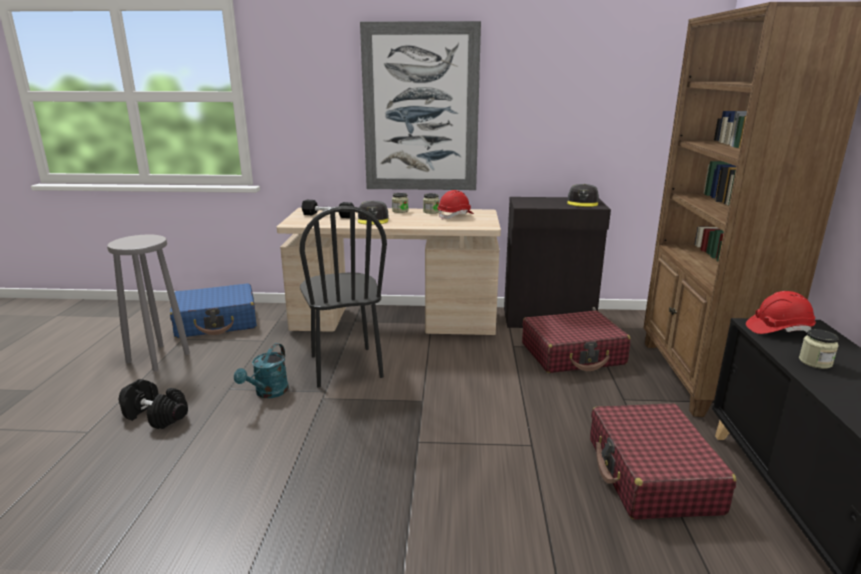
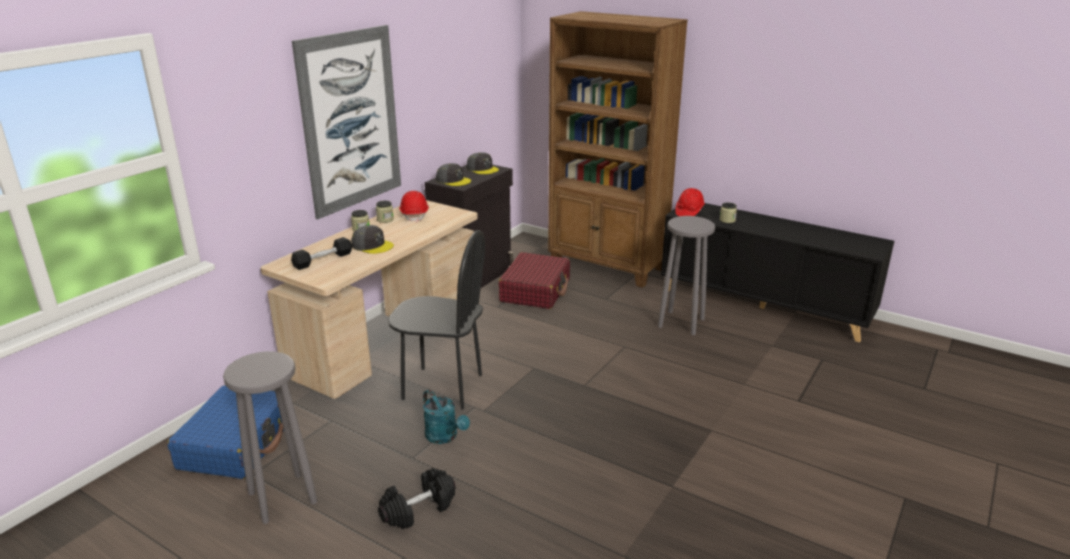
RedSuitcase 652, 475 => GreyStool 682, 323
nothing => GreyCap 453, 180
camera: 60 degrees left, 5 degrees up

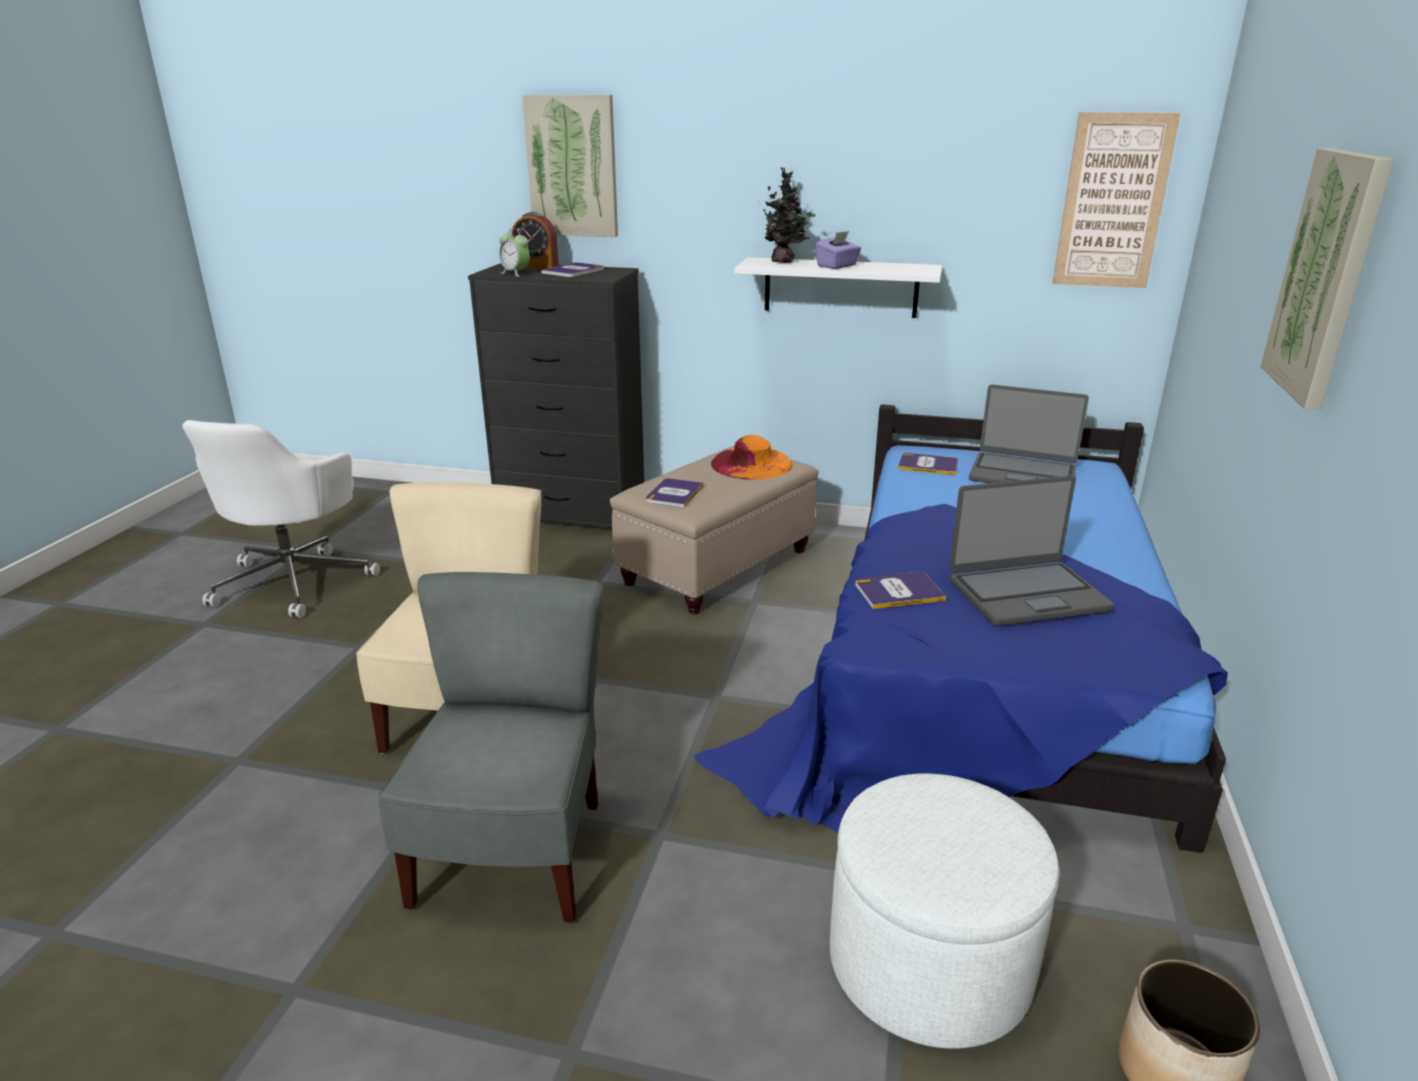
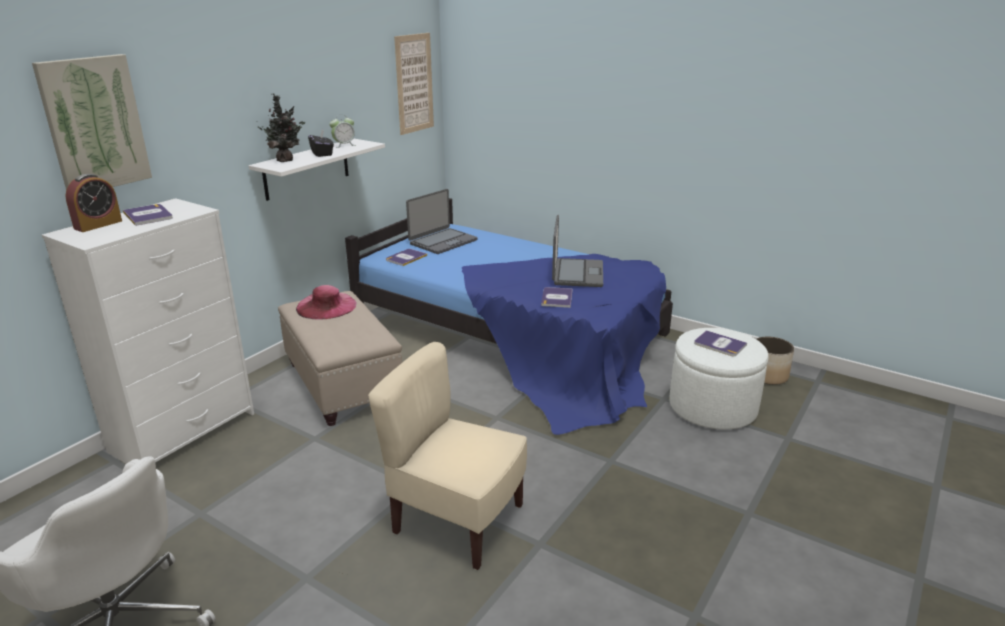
Picture 1326, 276 => nothing
AlarmClock 515, 273 => AlarmClock 344, 145, move
PurpleTissueBox 837, 266 => BlackTissueBox 322, 154
BlackDresser 573, 516 => WhiteDresser 185, 431
OrangeHat 751, 464 => PinkHat 326, 306
Book 674, 494 => Book 719, 344, move
GreyChair 513, 854 => nothing
camera: 70 degrees left, 0 degrees up

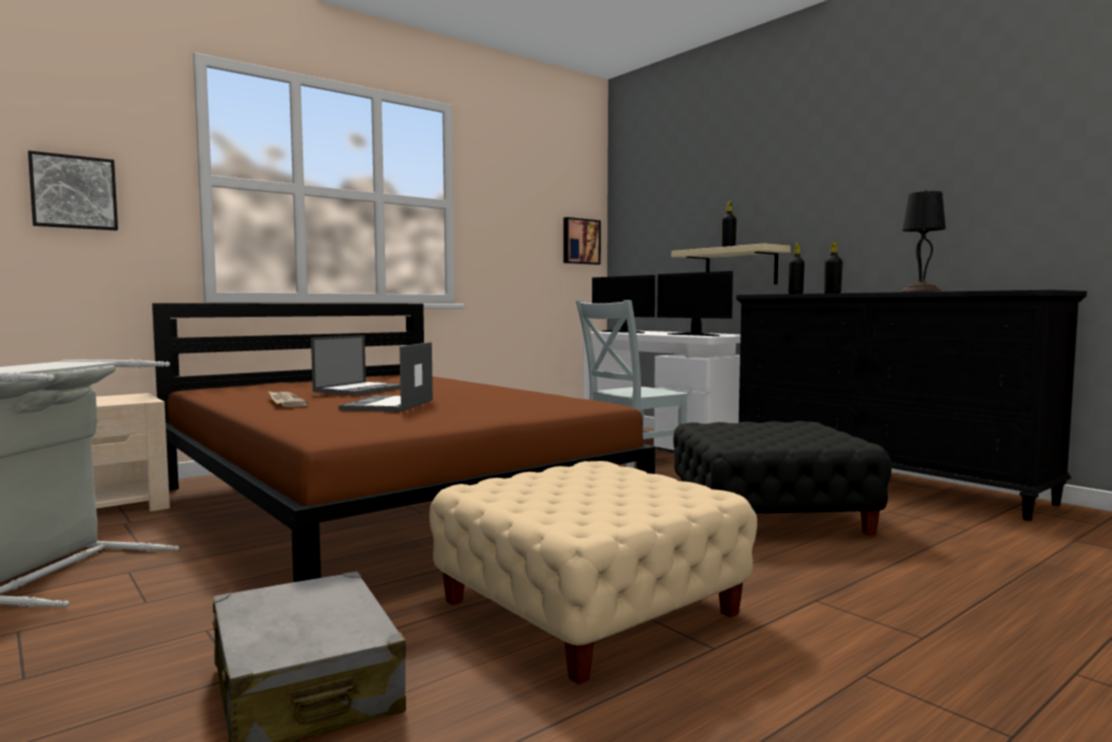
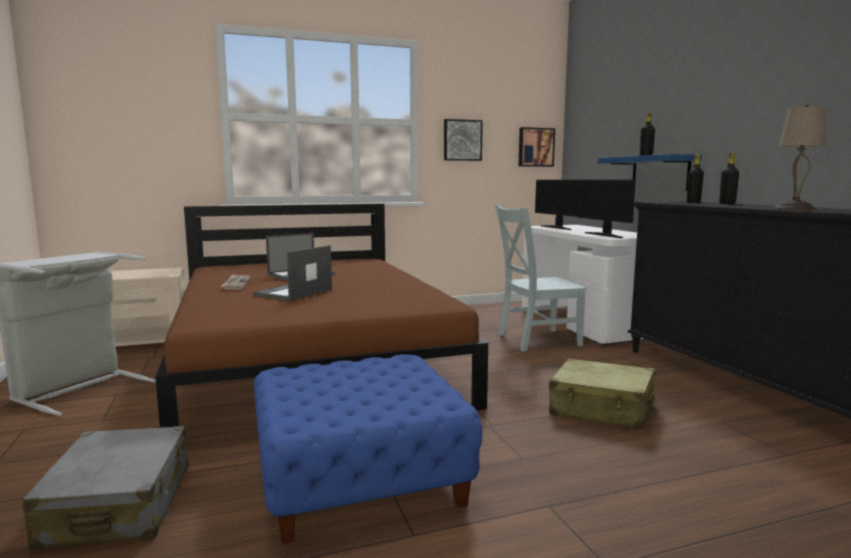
Picture 73, 192 => Picture 462, 140, move
BlackTableLamp 920, 291 => BeigeTableLamp 794, 209
BeigeShelf 740, 267 => BlueShelf 660, 173
BlackOttoman 770, 514 => BeigeSuitcase 602, 409
BeigeOttoman 589, 607 => BlueOttoman 359, 476
camera: 20 degrees right, 5 degrees up

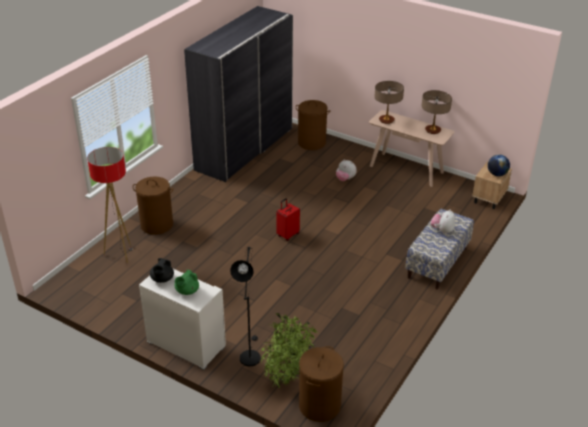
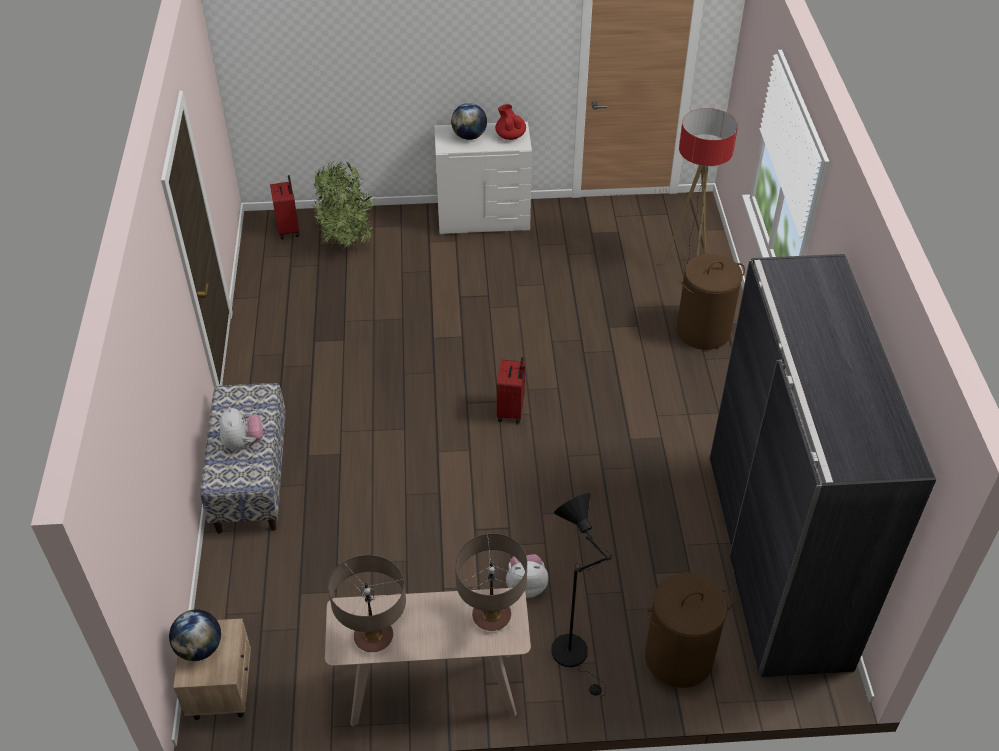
BlackFloorLamp 249, 355 => BlackFloorLamp 574, 656, move
BlackTeapot 162, 279 => RedTeapot 510, 135
GreenTeapot 187, 291 => Globe 469, 136
BrownLaundryBasket 319, 405 => RedSuitcase 289, 229
camera: 145 degrees right, 10 degrees up

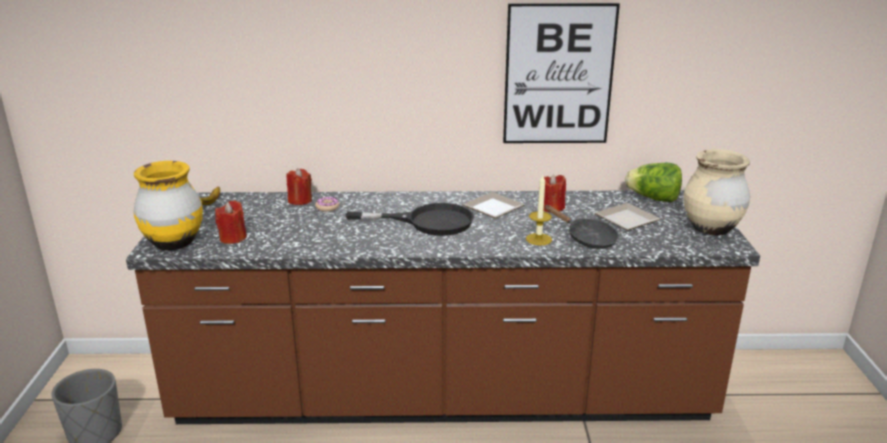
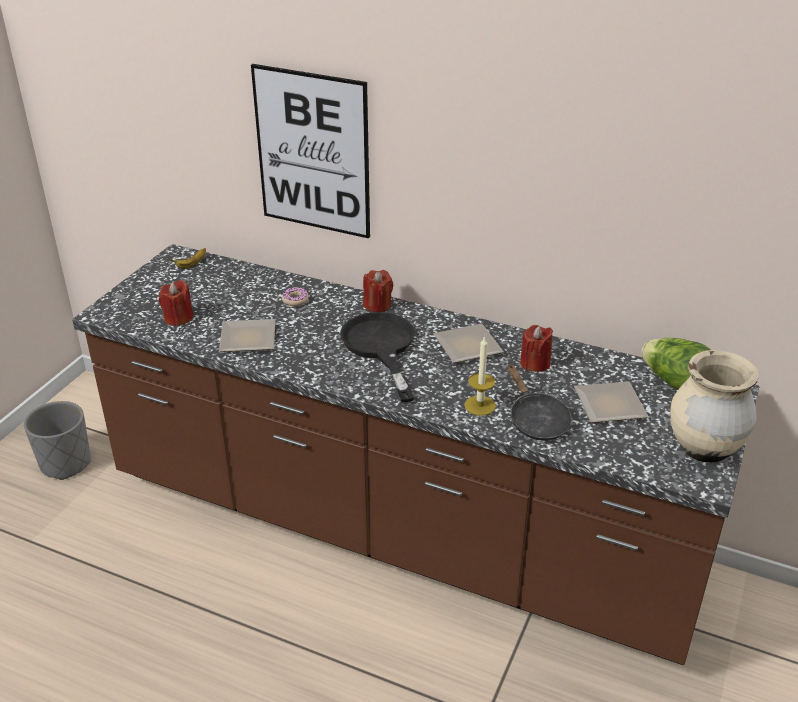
Picture 558, 75 => Picture 313, 152, move
YellowVase 174, 243 => nothing
RedCandle 300, 200 => RedCandle 377, 305, move
BlackFryingPan 428, 222 => BlackFryingPan 381, 347, 135 degrees counterclockwise
nothing => Plate 246, 340
camera: 25 degrees right, 10 degrees up

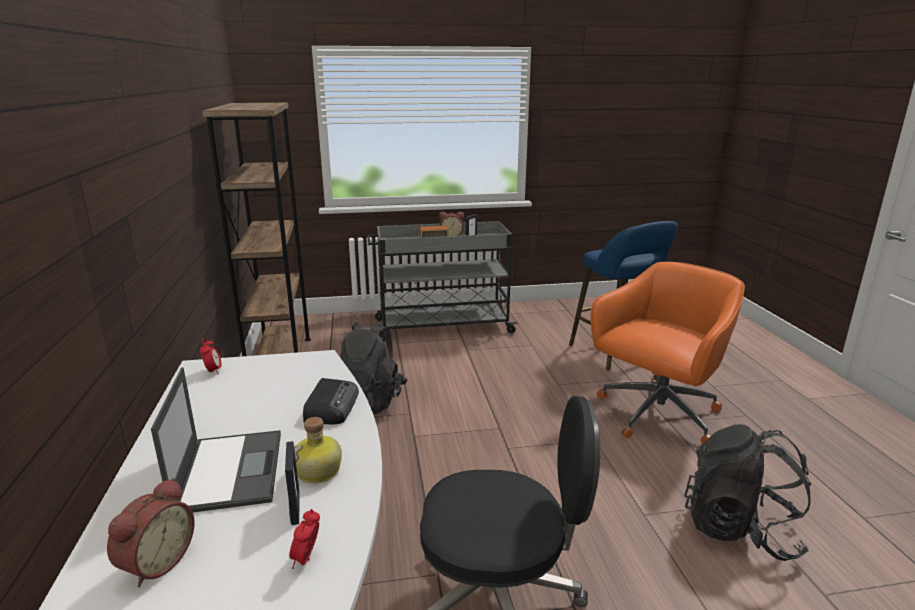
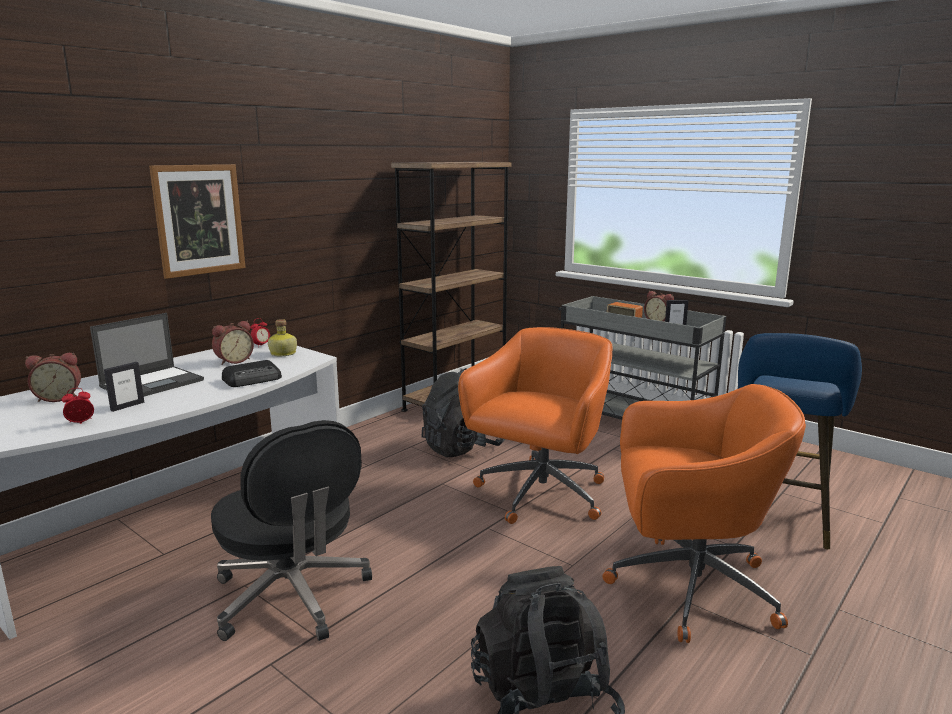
Bottle 320, 471 => Bottle 283, 353, move
nothing => Picture 199, 220
nothing => AlarmClock 233, 361
nothing => OrangeOfficeChair 539, 495
camera: 50 degrees right, 5 degrees down

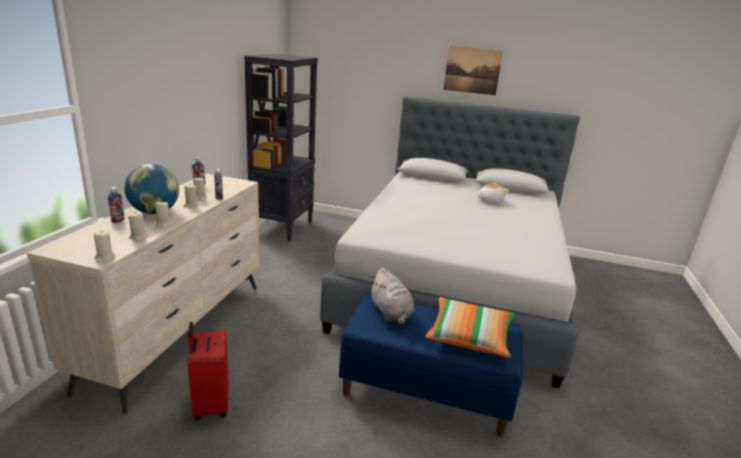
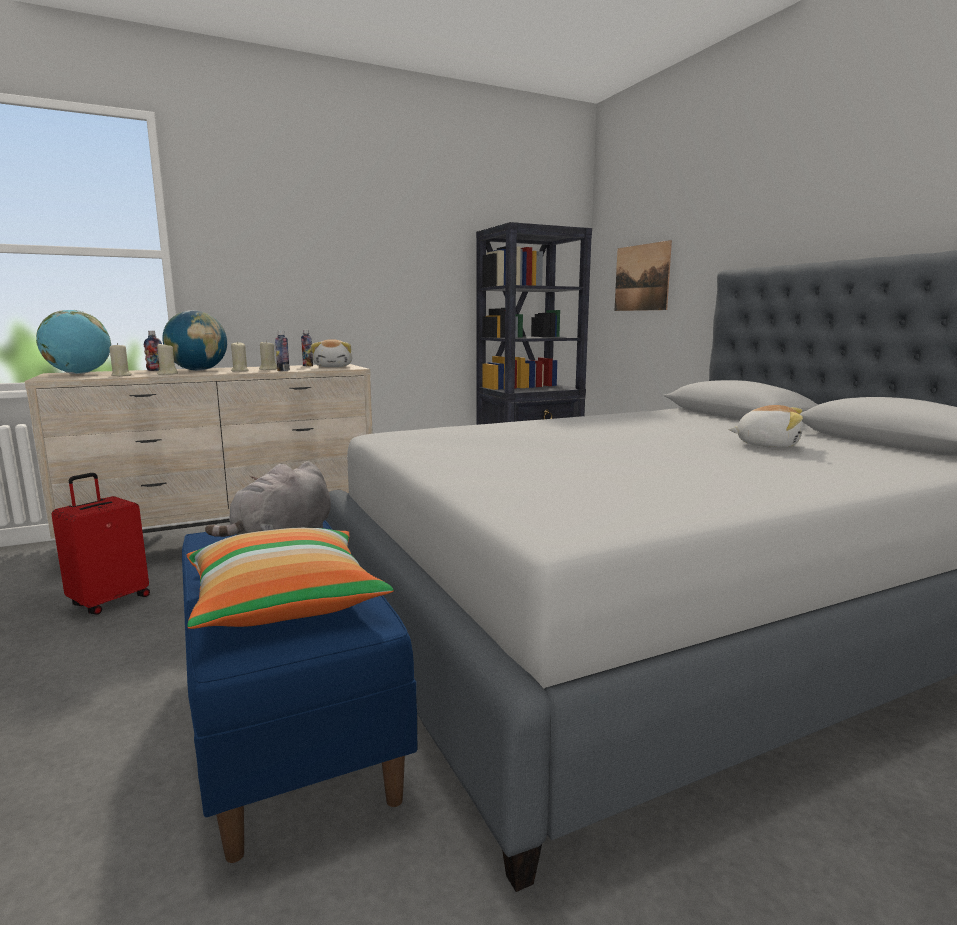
Picture 472, 70 => Picture 641, 277, move
BeigeCandle 105, 258 => nothing
nothing => Globe 79, 374
nothing => PlushToy 334, 367
camera: 50 degrees right, 10 degrees down

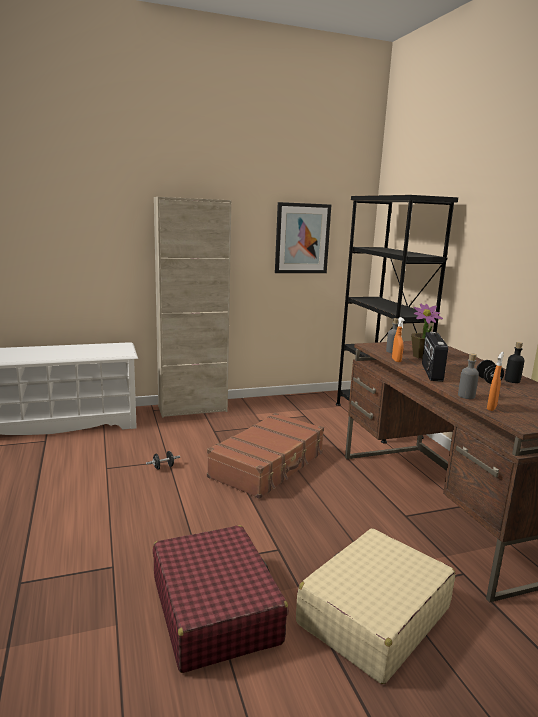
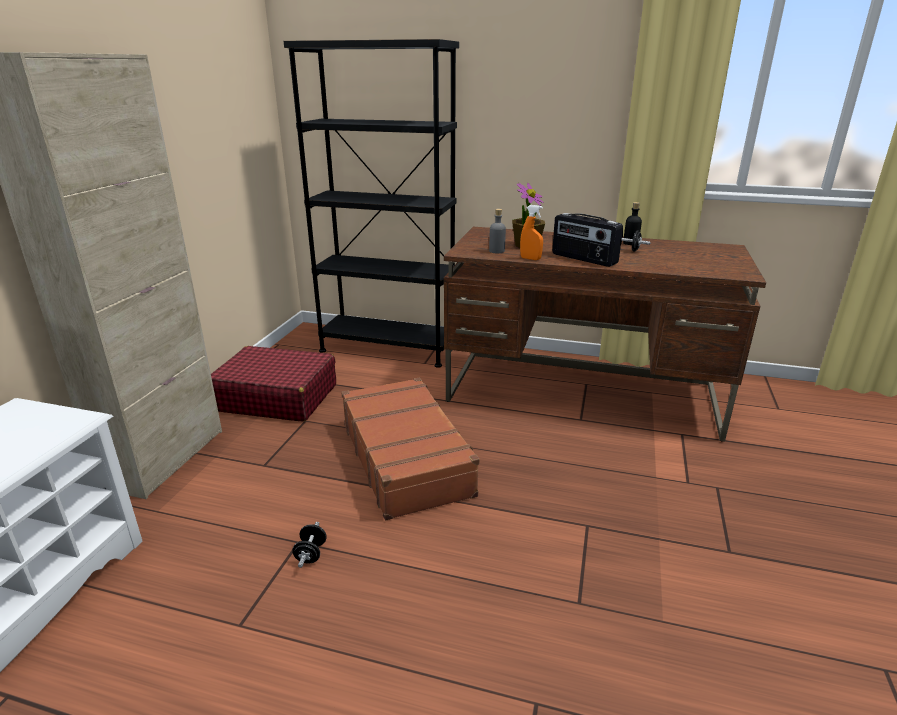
Picture 302, 238 => nothing
OrangeSprayBottle 491, 408 => nothing
GreyBottle 466, 396 => nothing
RedSuitcase 215, 609 => RedSuitcase 276, 397, move
BeigeSuitcase 373, 616 => nothing
camera: 55 degrees left, 10 degrees up

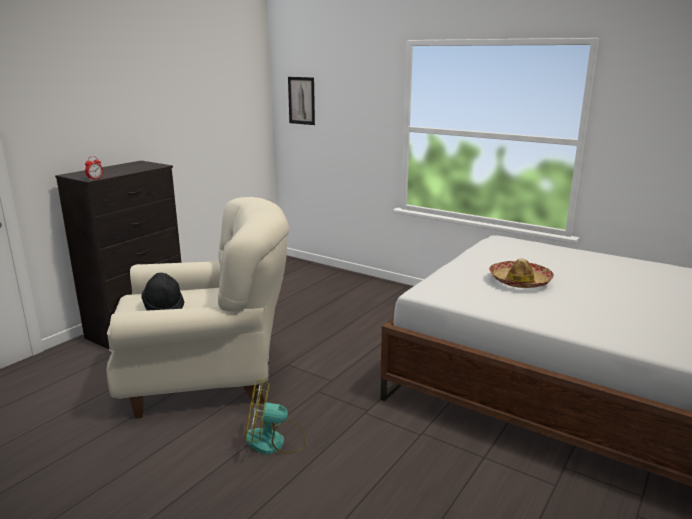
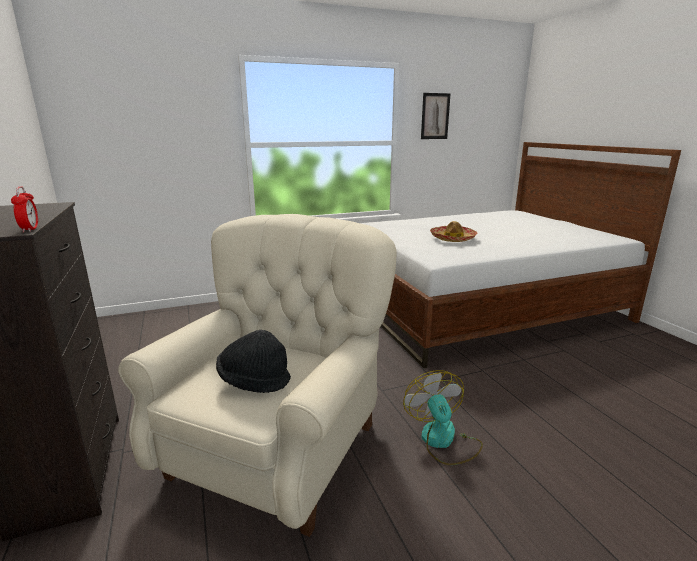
Picture 301, 100 => Picture 435, 116, move
Fan 274, 441 => Fan 443, 441, 135 degrees clockwise
camera: 55 degrees left, 0 degrees up

